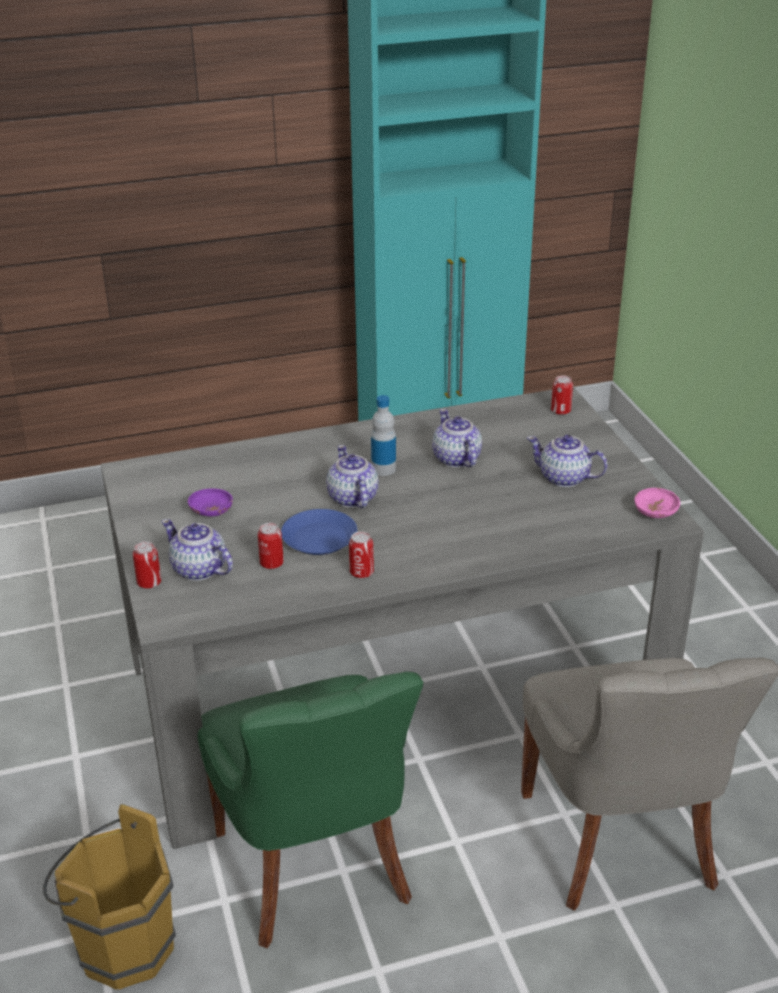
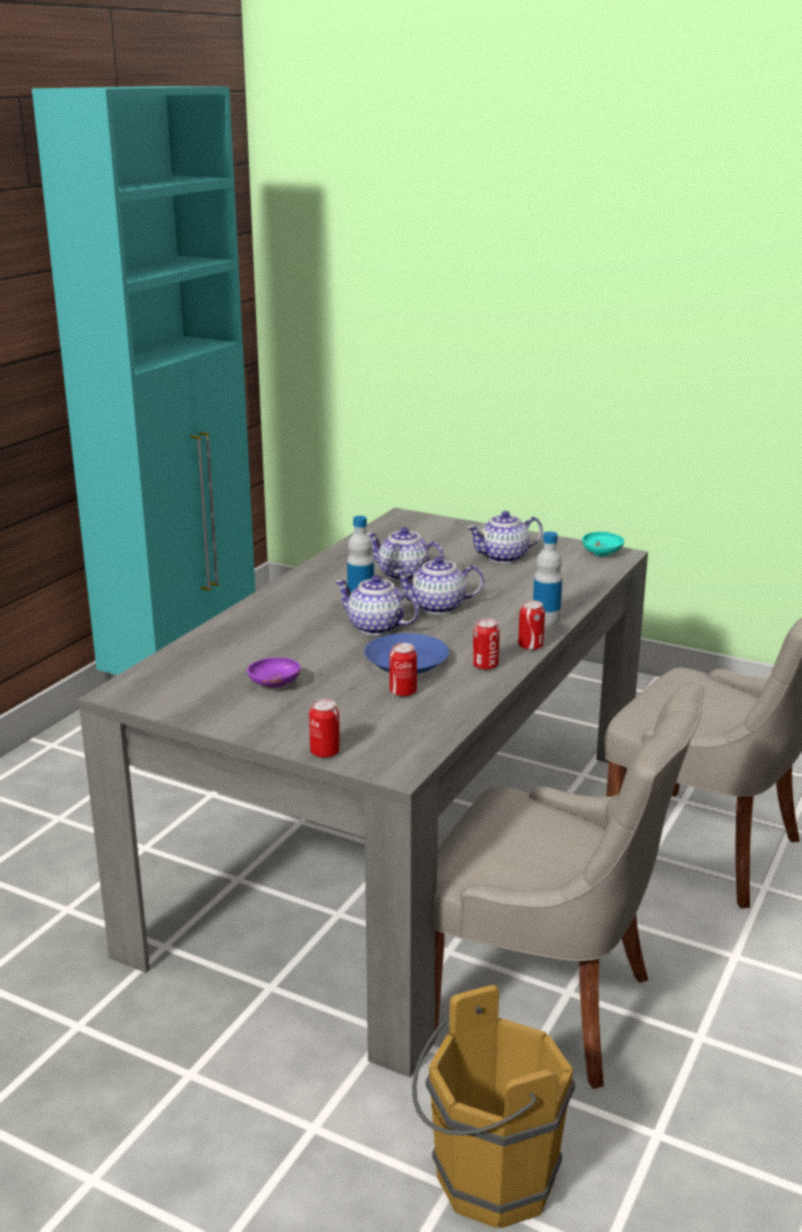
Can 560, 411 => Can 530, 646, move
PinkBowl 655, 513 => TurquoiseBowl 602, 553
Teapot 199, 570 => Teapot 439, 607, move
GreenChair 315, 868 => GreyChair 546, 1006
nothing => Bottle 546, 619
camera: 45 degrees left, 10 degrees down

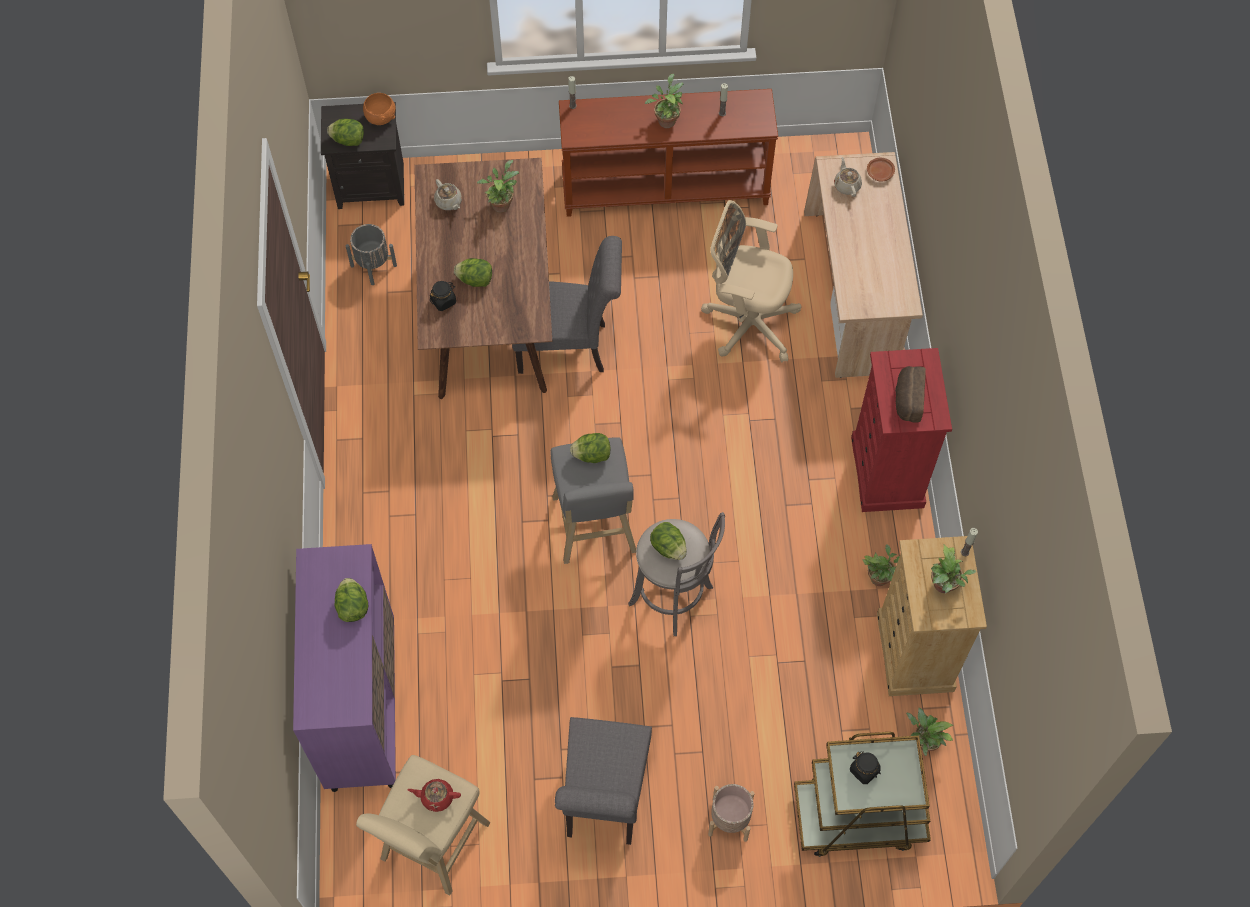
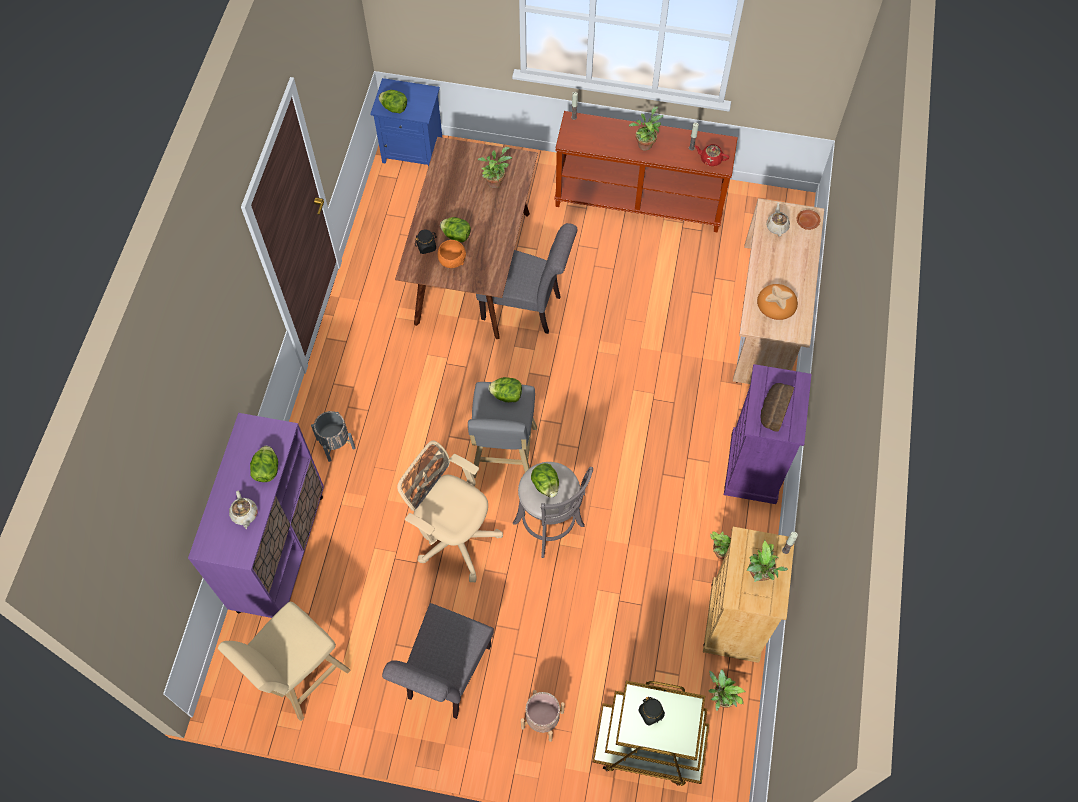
OrangeBowl 380, 117 => OrangeBowl 452, 260, move
BlackNightstand 372, 184 => BlueNightstand 413, 150
BeigeTeapot 449, 202 => BeigeTeapot 245, 514, move
BeigeOfficeChair 747, 322 => BeigeOfficeChair 454, 535, move
GreyPlanter 373, 265 => GreyPlanter 335, 443, move
RedDresser 887, 472 => PurpleDresser 753, 468
RedTeapot 436, 797 => RedTeapot 710, 159, move
nothing => Bread 777, 303
camera: 15 degrees right, 0 degrees up

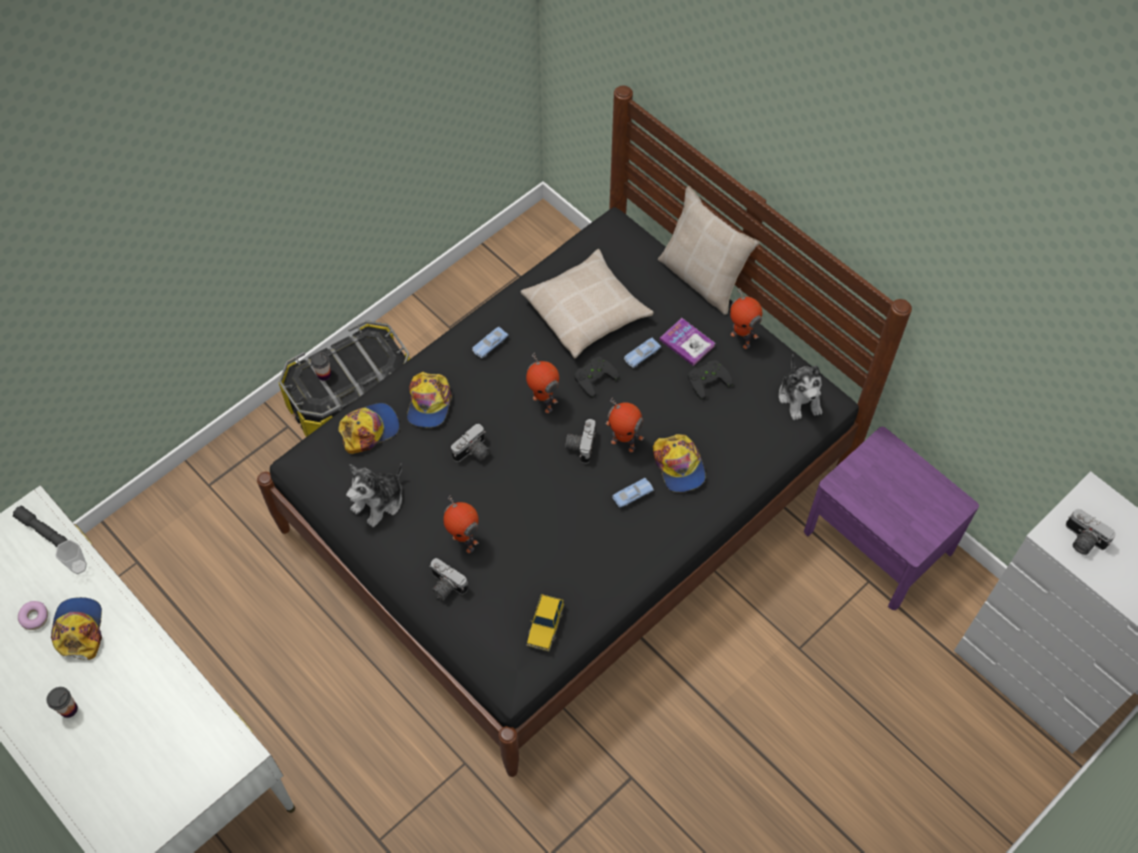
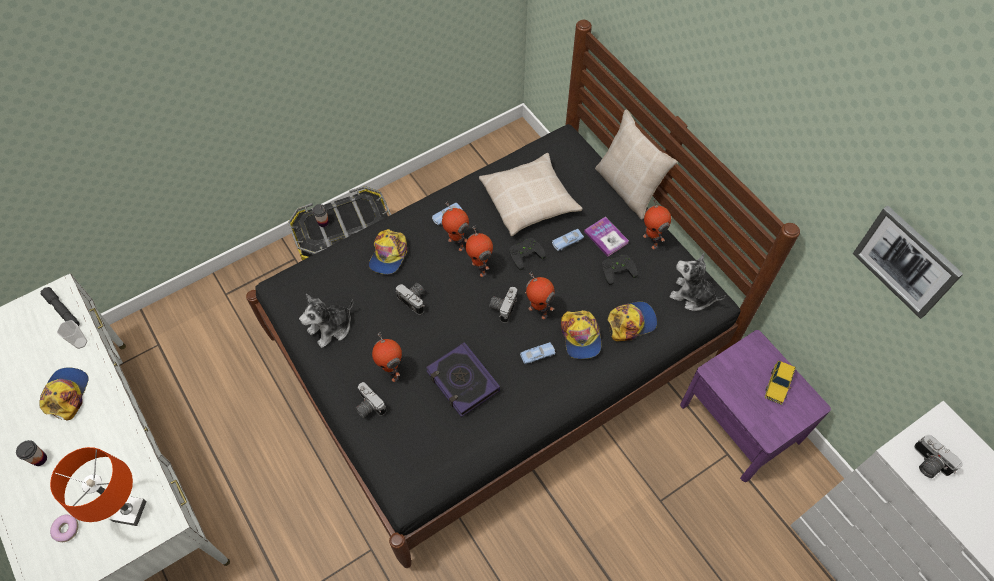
PlushToy 800, 397 => PlushToy 692, 295, 120 degrees clockwise
Cap 369, 429 => Cap 631, 322, move
PhotoCamera 473, 453 => PhotoCamera 415, 300, 105 degrees counterclockwise
ToyCar 545, 626 => ToyCar 778, 385, move
Donut 34, 617 => Donut 66, 529, move
nothing => ToyRobot 457, 243
nothing => Picture 906, 261
nothing => Book 462, 381
nothing => OrangeTableLamp 129, 511
camera: 10 degrees right, 0 degrees up

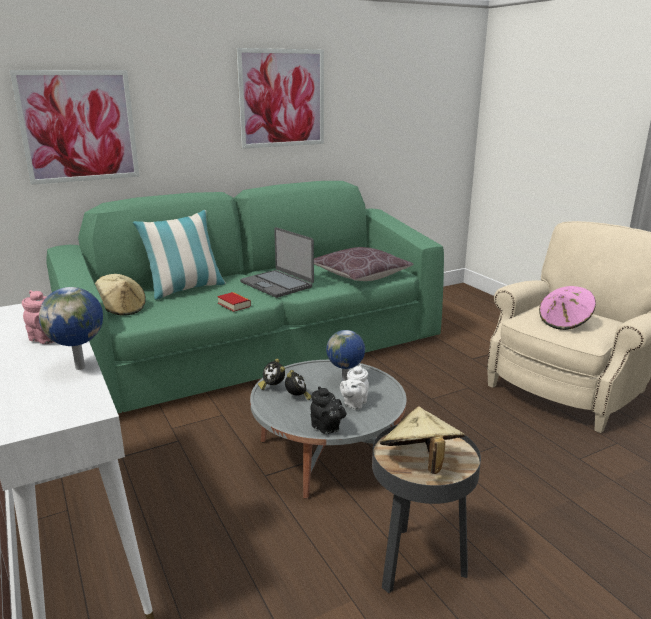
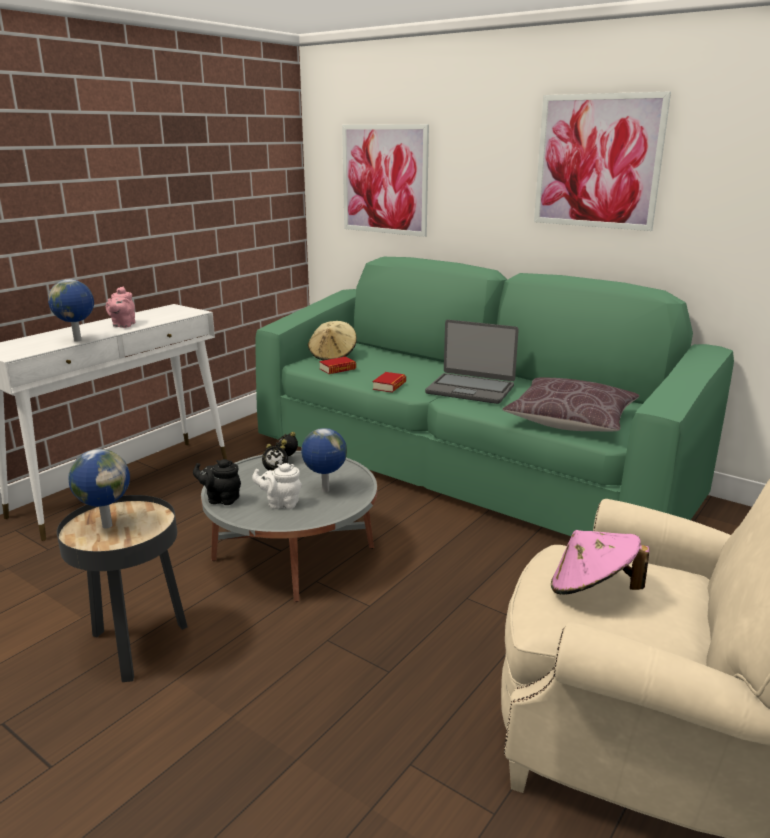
Pillow 185, 289 => nothing
Laptop 277, 284 => Laptop 470, 389, 90 degrees counterclockwise
BlackTeapot 327, 428 => BlackTeapot 221, 499, 75 degrees clockwise
BeigeHat 420, 461 => Globe 106, 525
nothing => Book 337, 369
camera: 65 degrees right, 0 degrees up

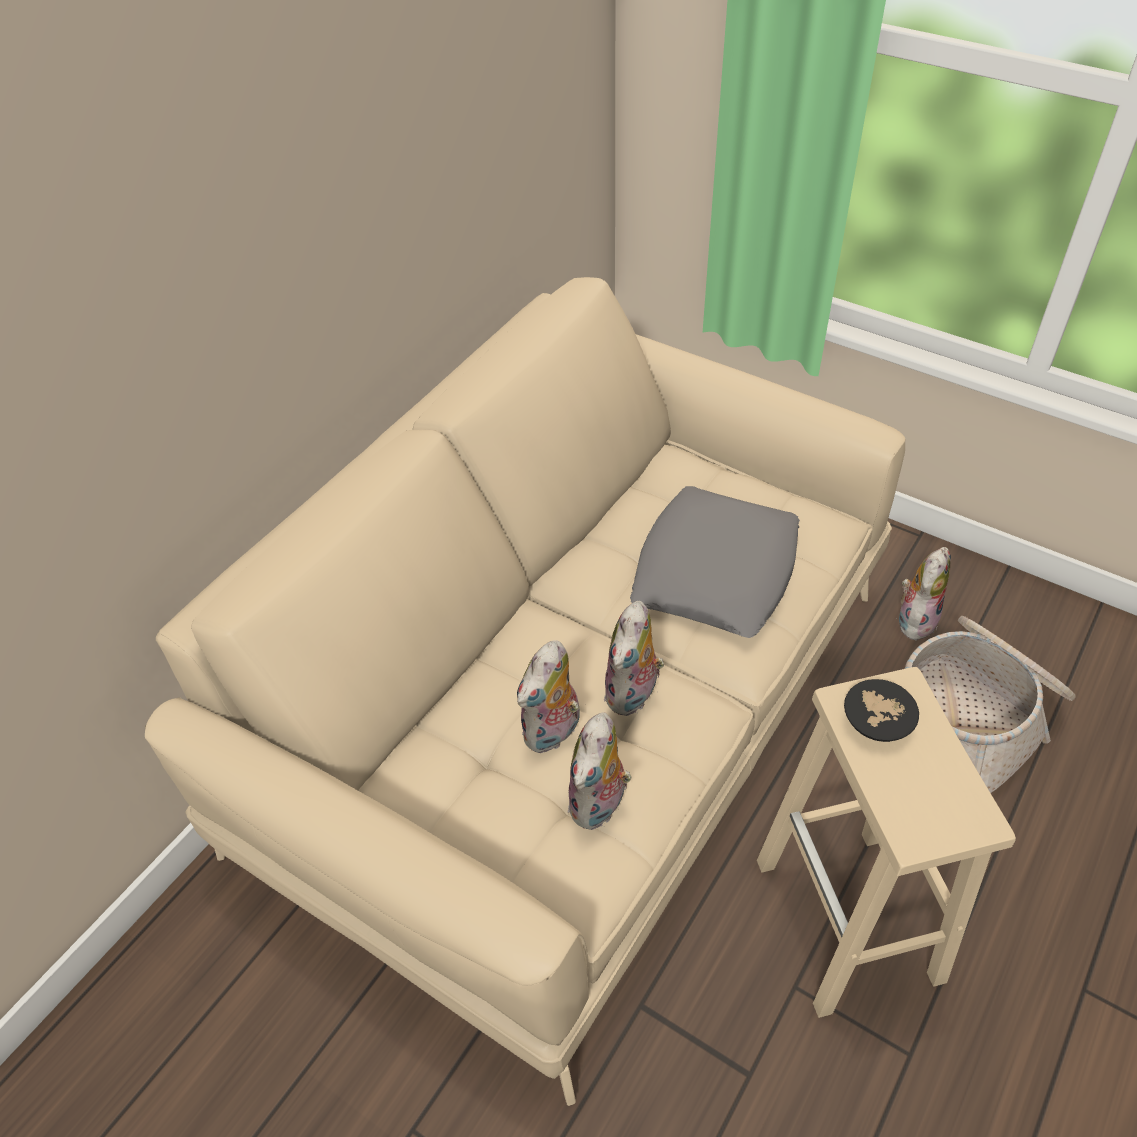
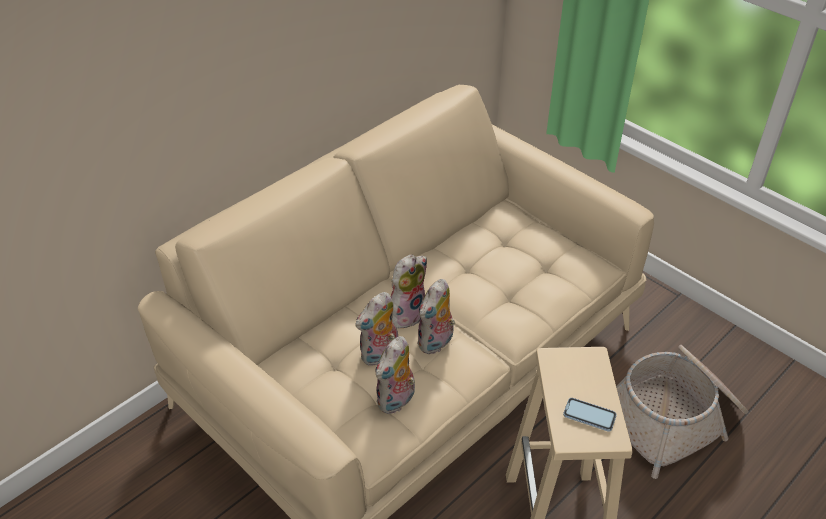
GreyPillow 715, 571 => nothing
PlushToy 915, 619 => PlushToy 406, 313, move
BlackBowl 875, 719 => nothing
nothing => Phone 589, 415
camera: 10 degrees right, 5 degrees down

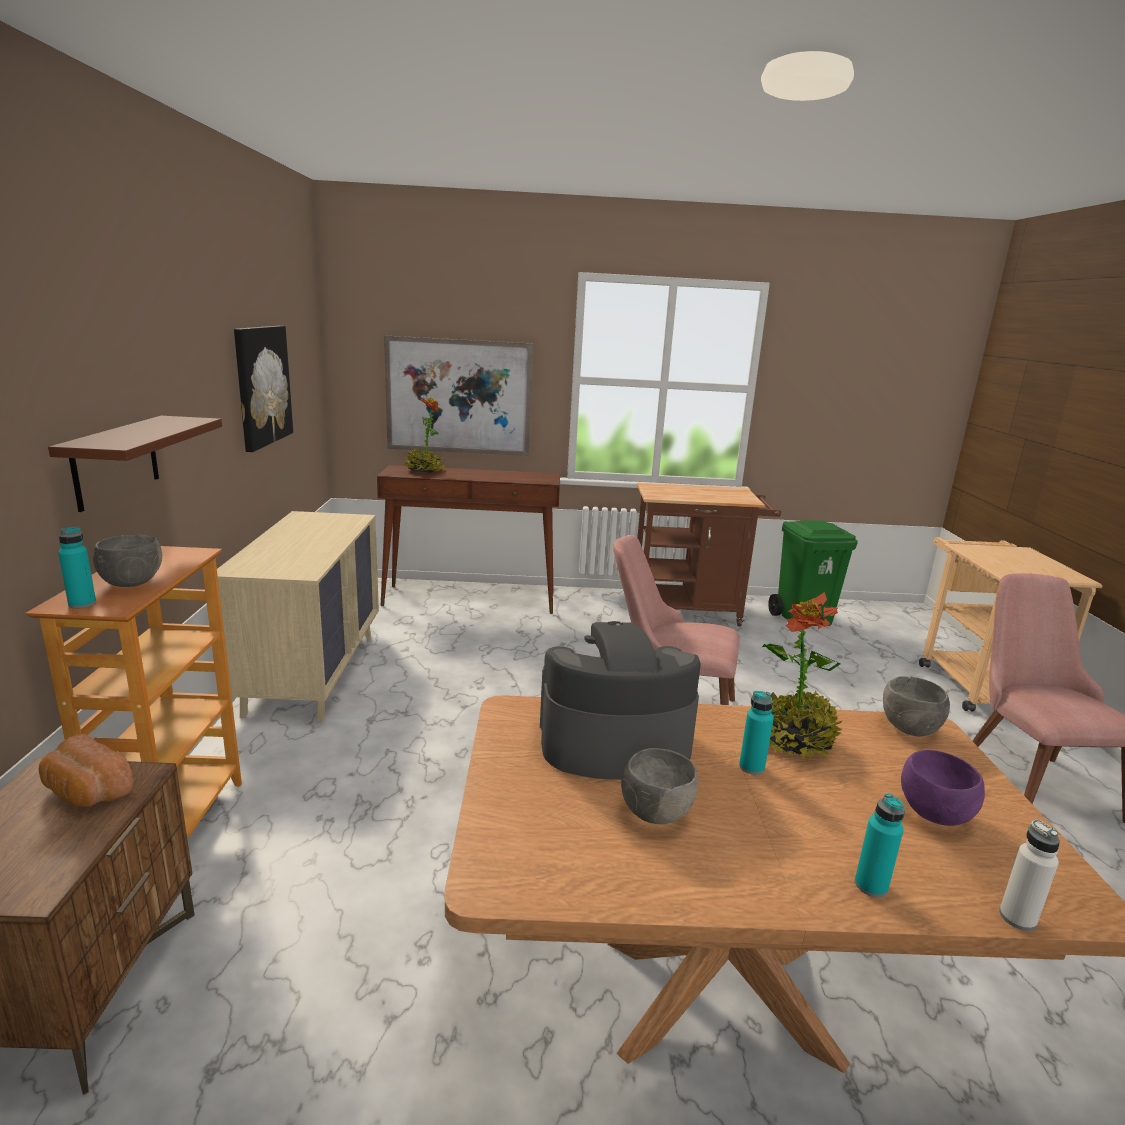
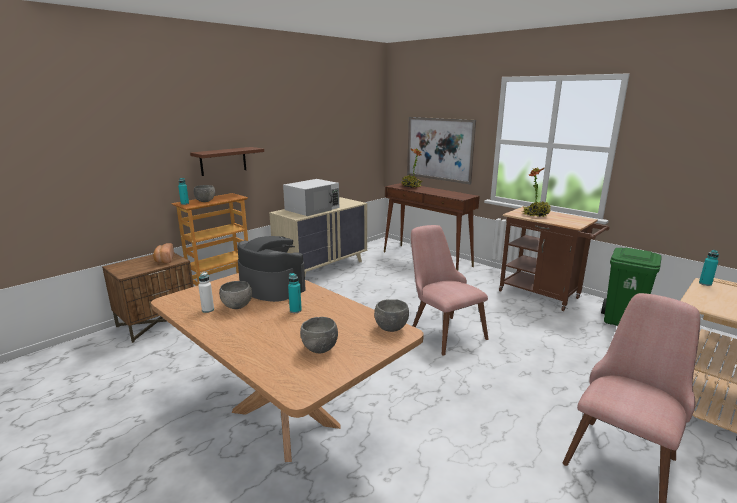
Picture 262, 385 => nothing
PottedPlant 794, 740 => PottedPlant 536, 215, move
PurpleBowl 934, 816 => GreyBowl 319, 349
TurquoiseBottle 871, 885 => TurquoiseBottle 705, 283, move
WhiteBottle 1017, 918 => WhiteBottle 208, 310, move
nothing => WhiteMicrowave 313, 208
camera: 45 degrees right, 0 degrees up

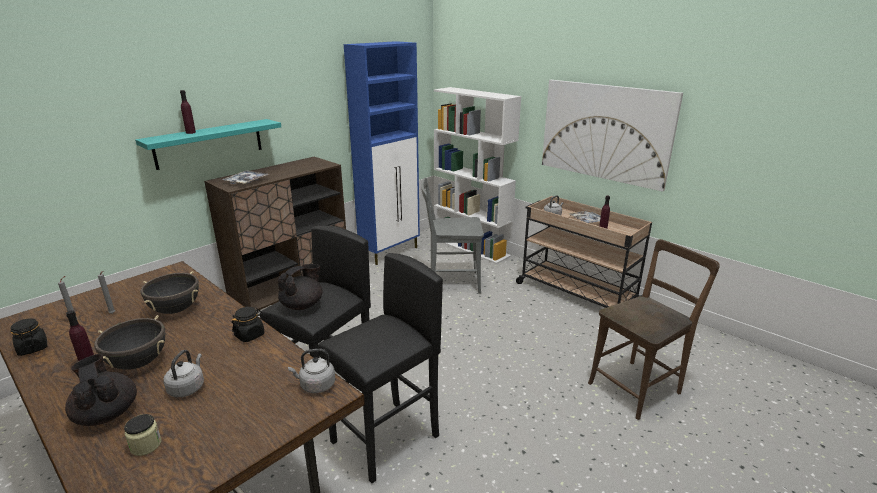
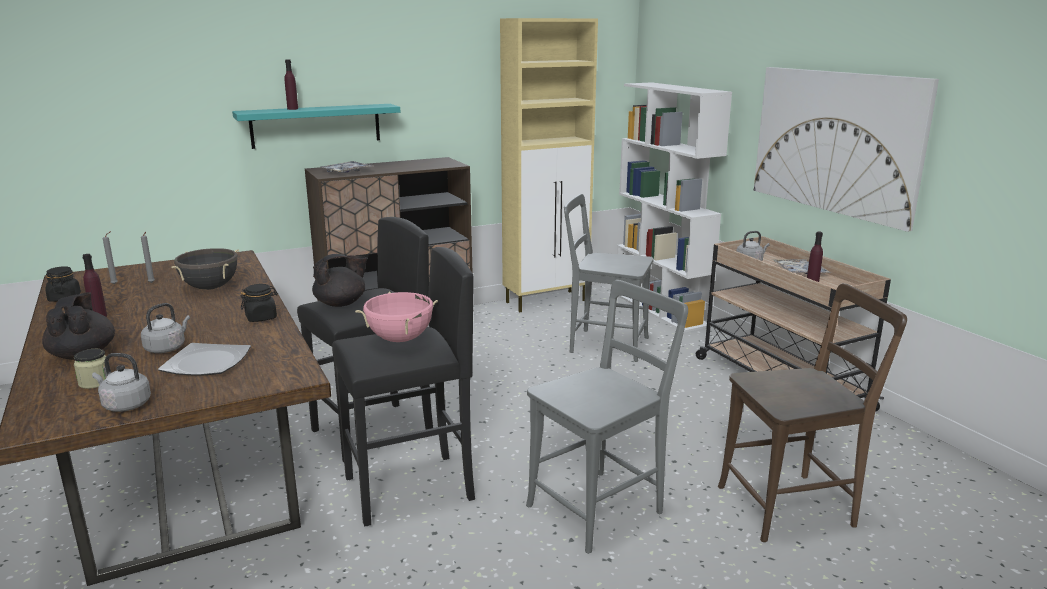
BlueCabinet 390, 252 => BeigeCabinet 547, 301
BlackCookingPot 138, 363 => nothing
GreyKettle 316, 385 => GreyKettle 124, 405, move
nothing => GreyChair 600, 506
nothing => PinkCookingPot 400, 339
nothing => Plate 205, 363
camera: 20 degrees right, 5 degrees down

